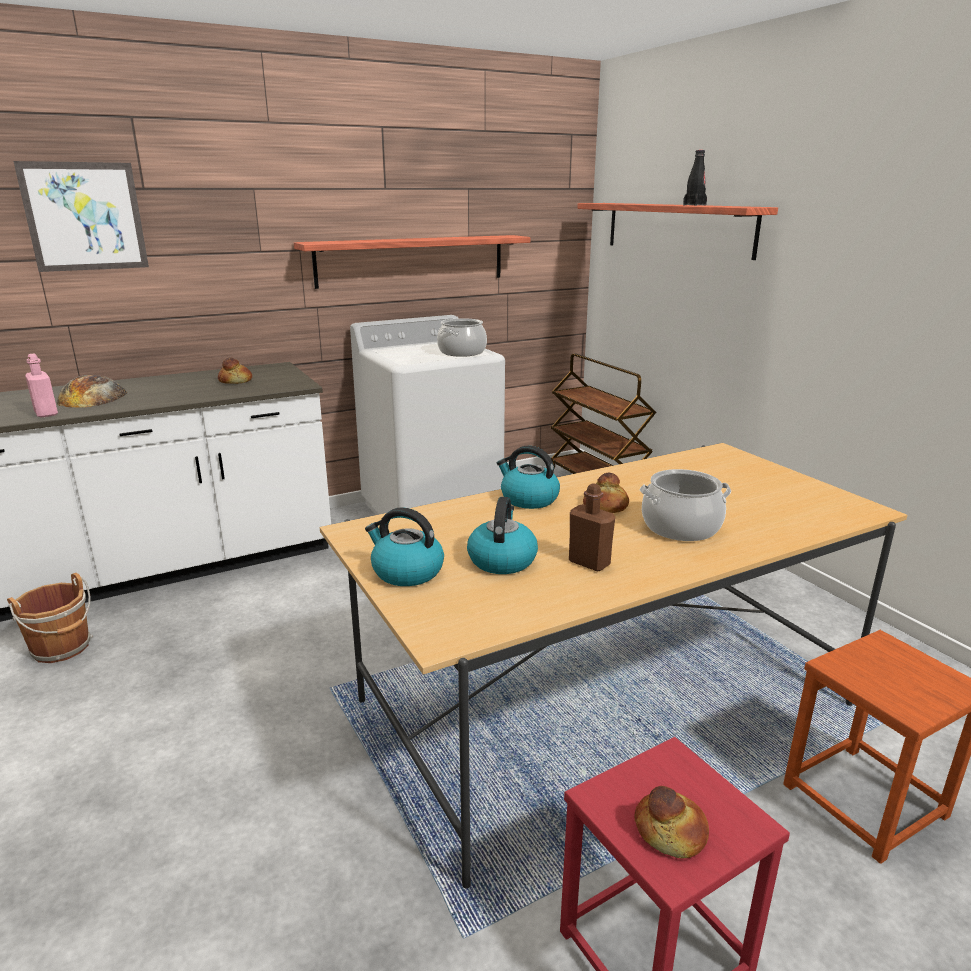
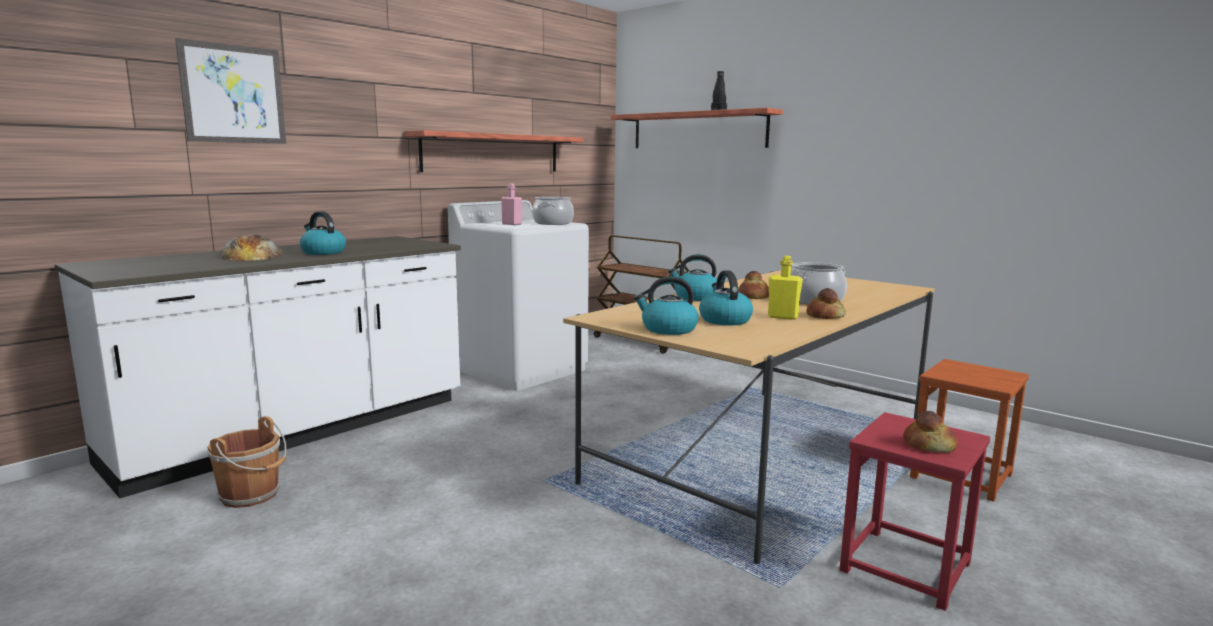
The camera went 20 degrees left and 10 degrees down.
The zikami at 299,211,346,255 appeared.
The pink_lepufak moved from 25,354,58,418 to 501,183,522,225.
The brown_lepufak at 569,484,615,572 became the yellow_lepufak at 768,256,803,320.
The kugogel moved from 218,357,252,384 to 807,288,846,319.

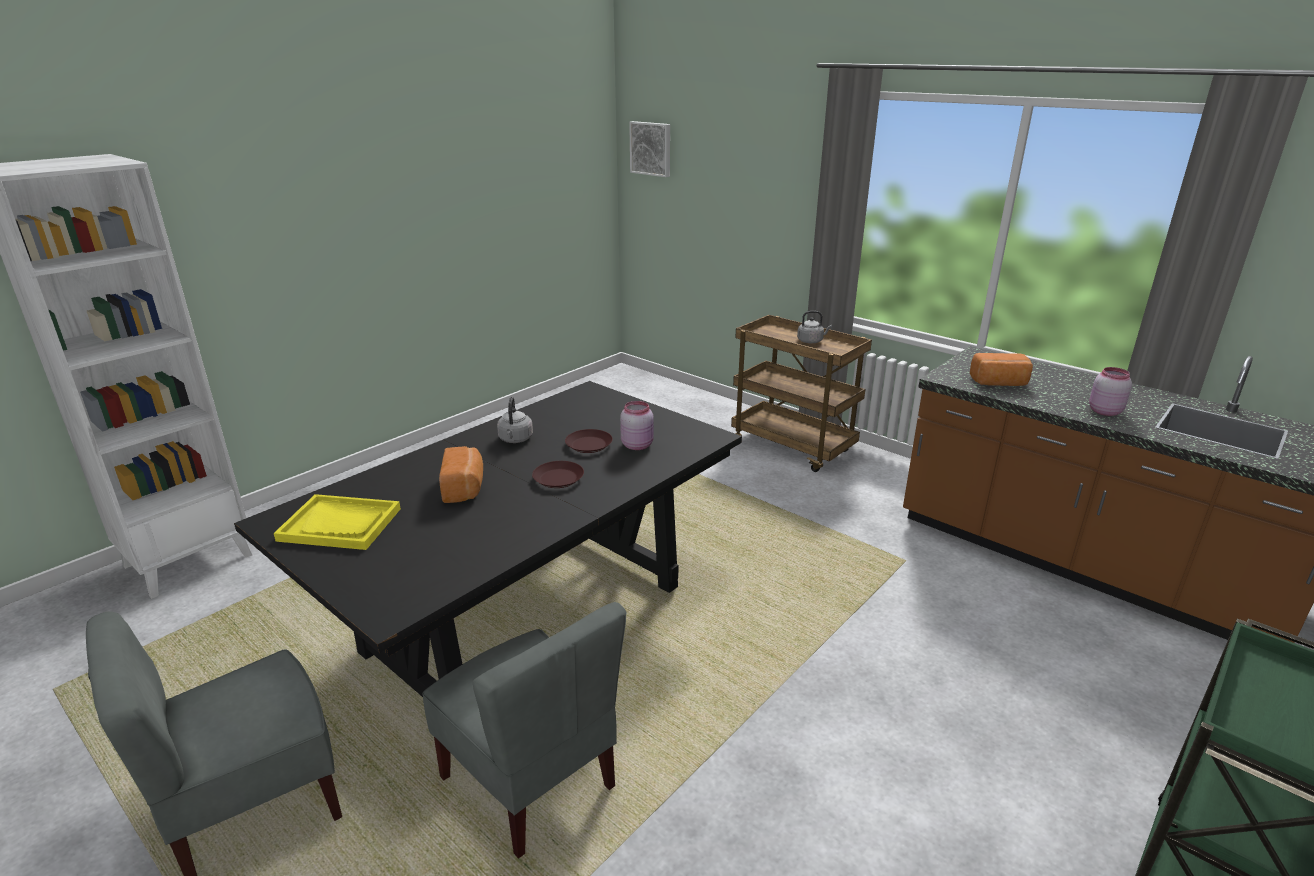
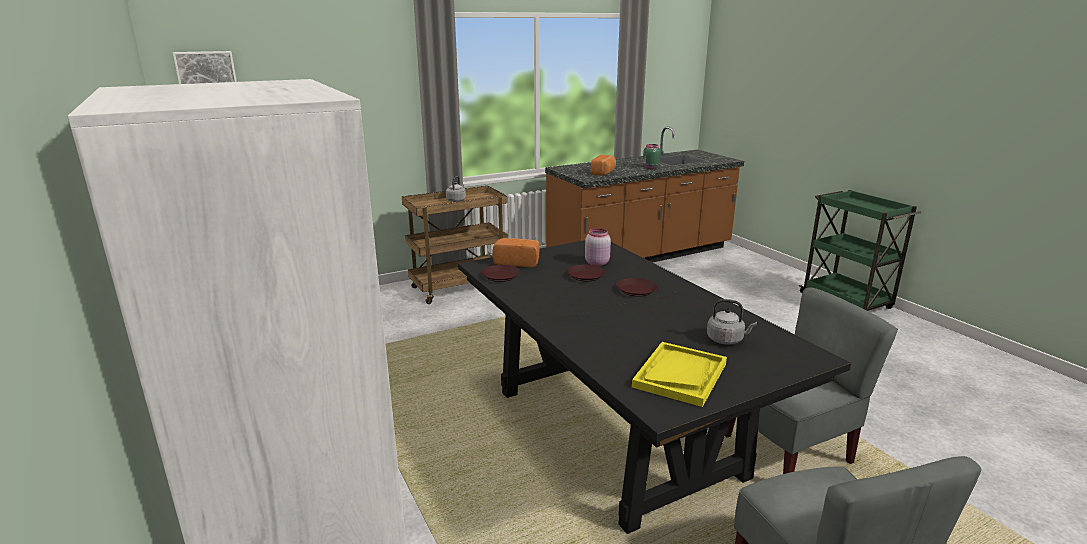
The camera went 70 degrees left and 5 degrees down.
The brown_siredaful at 482,265,520,282 appeared.
The kugogel moved from 439,446,483,503 to 493,238,539,267.
The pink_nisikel at 1089,367,1132,416 became the green_nisikel at 643,144,661,169.
The grey_zikami moved from 497,397,533,443 to 707,299,757,345.

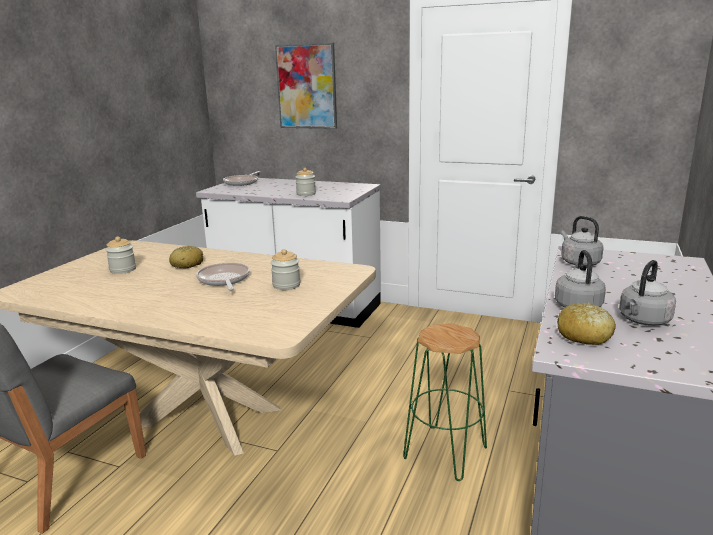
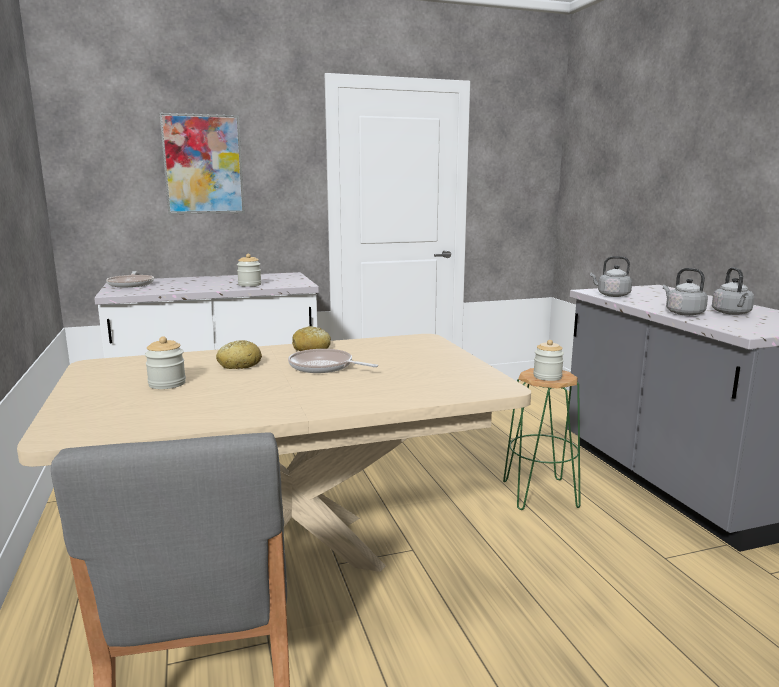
The camera went 40 degrees left and 5 degrees down.
The kugogel moved from 557,302,616,345 to 292,326,331,351.
The nisikel moved from 271,249,300,290 to 533,340,564,381.

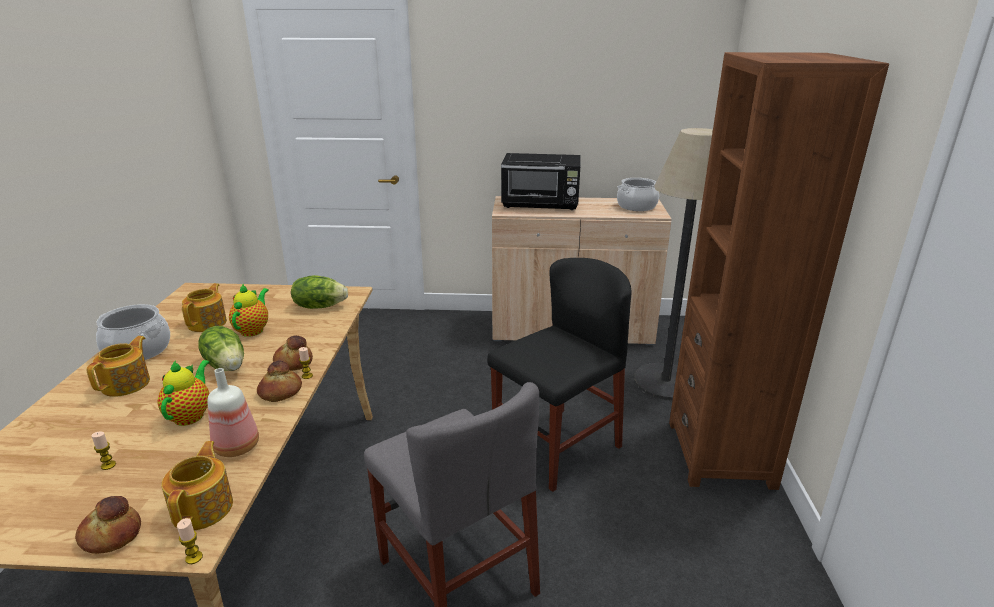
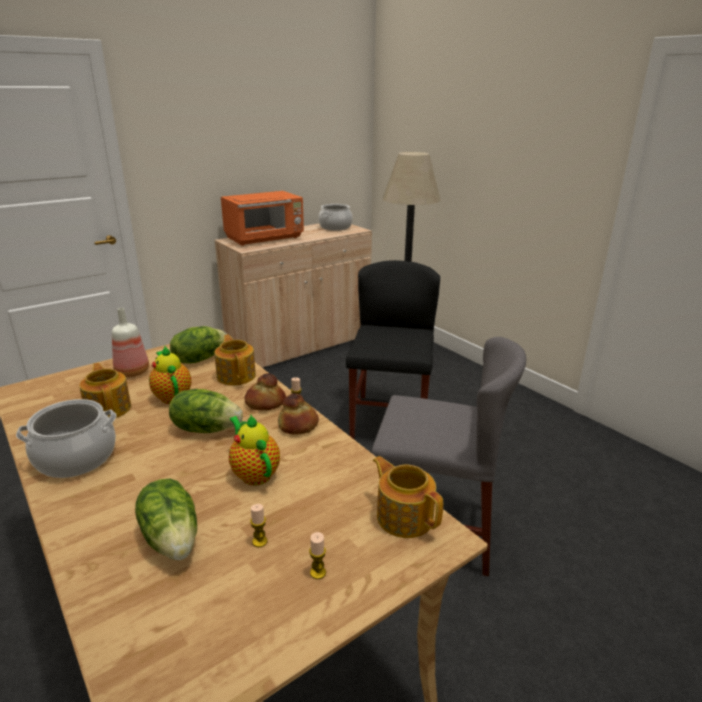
The camera went 40 degrees left and 0 degrees up.
The lepufak moved from 207,368,259,457 to 112,308,149,377.
The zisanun at 135,479,197,560 appeared.
The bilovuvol moved from 86,336,150,397 to 214,334,256,385.
The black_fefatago at 501,153,581,210 became the orange_fefatago at 221,191,304,246.
The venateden moved from 177,518,203,564 to 309,532,326,579.
The kugogel at 75,496,141,554 disappeared.
The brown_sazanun at 669,52,889,490 disappeared.

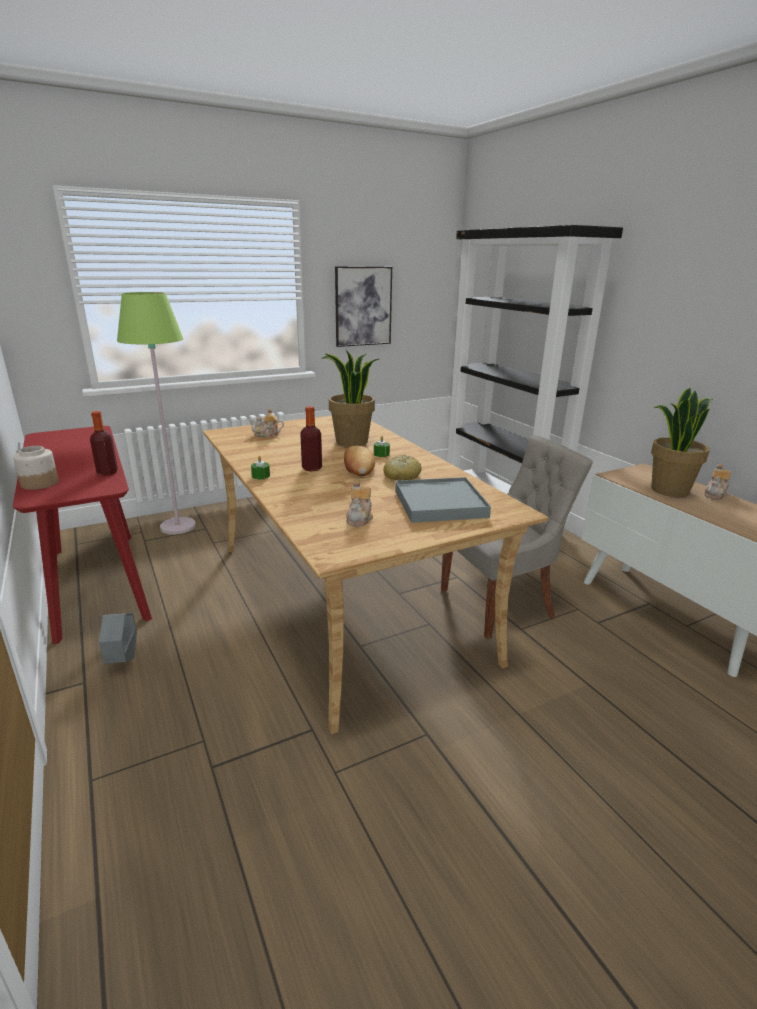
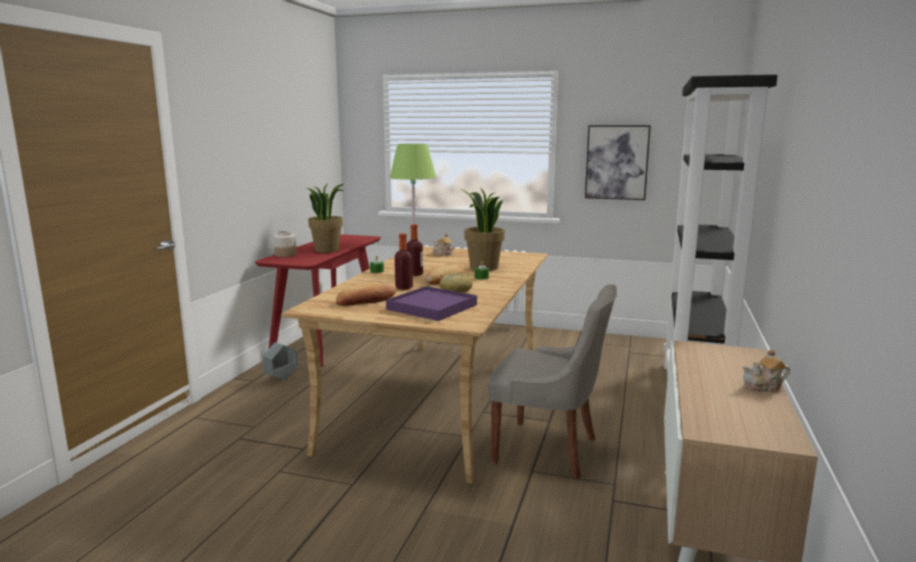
The camera went 45 degrees right and 10 degrees down.
The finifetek moved from 651,388,713,497 to 306,183,344,253.
The bilovuvol at 346,480,373,526 was replaced by the kugogel at 336,282,396,306.
The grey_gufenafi at 395,477,491,523 became the purple_gufenafi at 386,286,477,321.
The lepufak moved from 90,411,118,476 to 395,233,413,290.

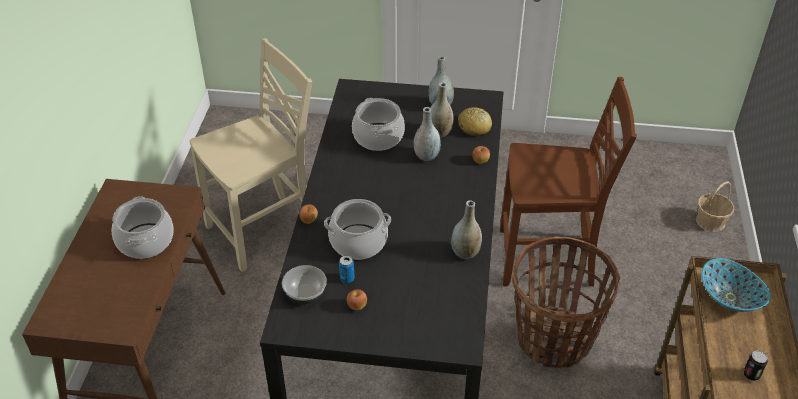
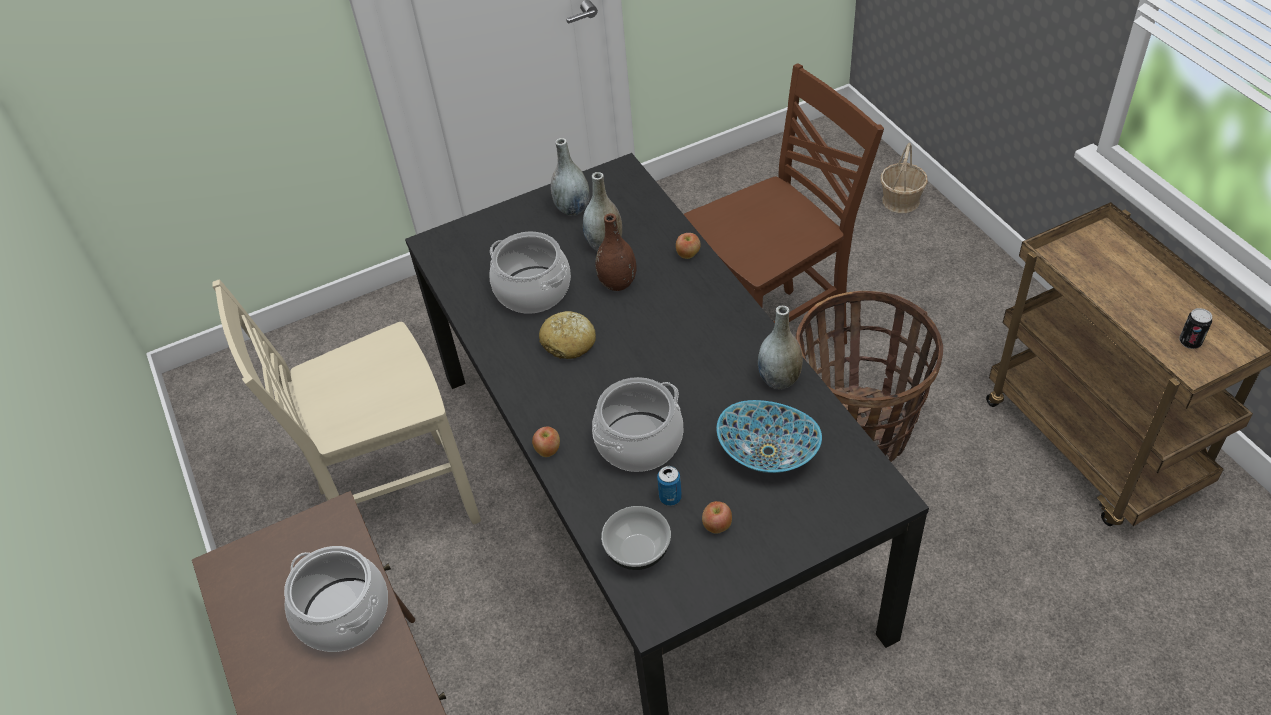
The camera went 30 degrees left and 5 degrees up.
The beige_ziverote at 190,38,312,272 turned 135 degrees counterclockwise.
The kugogel moved from 458,107,492,136 to 539,311,596,359.
The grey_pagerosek at 414,107,441,161 became the brown_pagerosek at 595,213,637,291.
The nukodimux moved from 701,258,771,312 to 716,400,822,473.

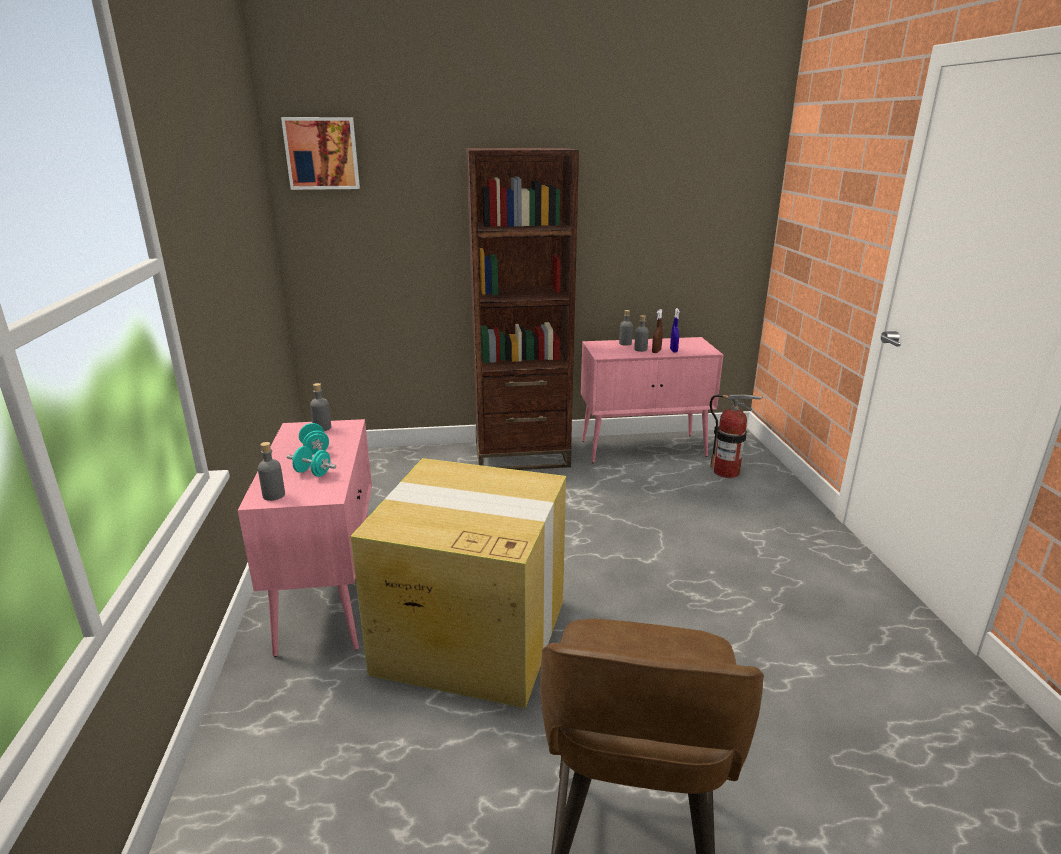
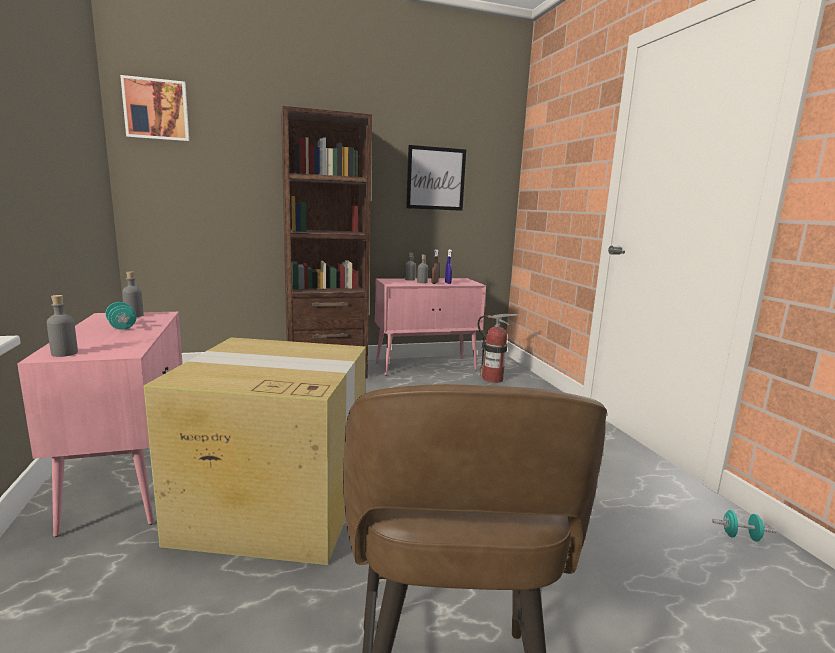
The camera went 10 degrees left and 10 degrees down.
The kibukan at 406,145,466,211 appeared.
The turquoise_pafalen moved from 287,446,336,477 to 712,510,776,542.

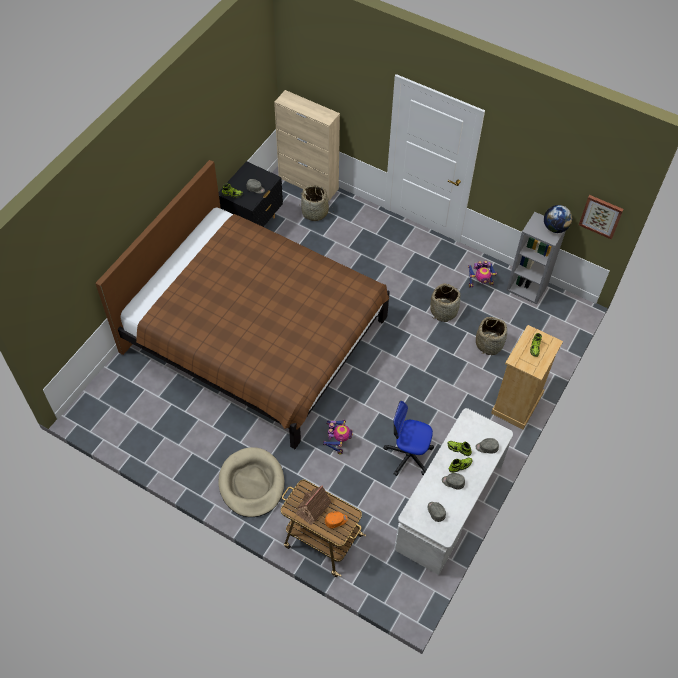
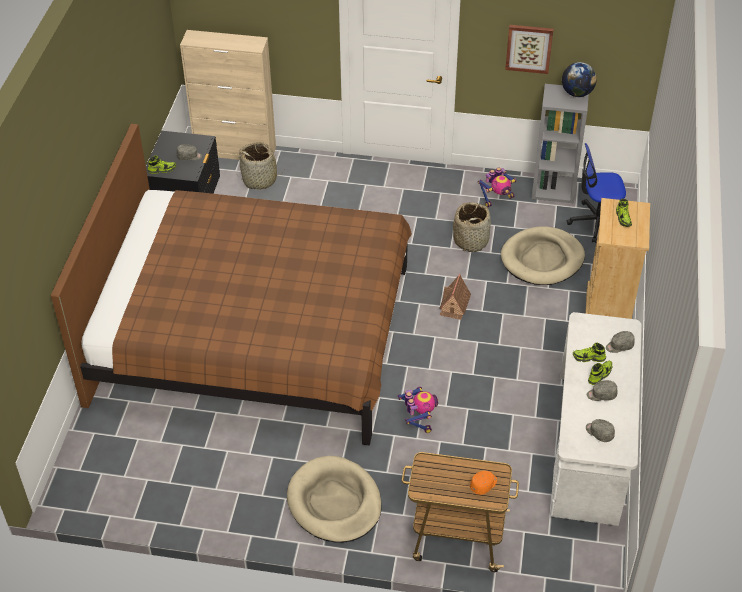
The camera went 20 degrees left and 10 degrees down.
The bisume moved from 295,485,332,525 to 439,273,471,320.
The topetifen at 476,317,507,355 was replaced by the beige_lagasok at 501,226,585,285.
The kibukan moved from 579,195,624,239 to 505,25,553,74.
The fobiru moved from 383,401,434,476 to 567,143,626,243.

